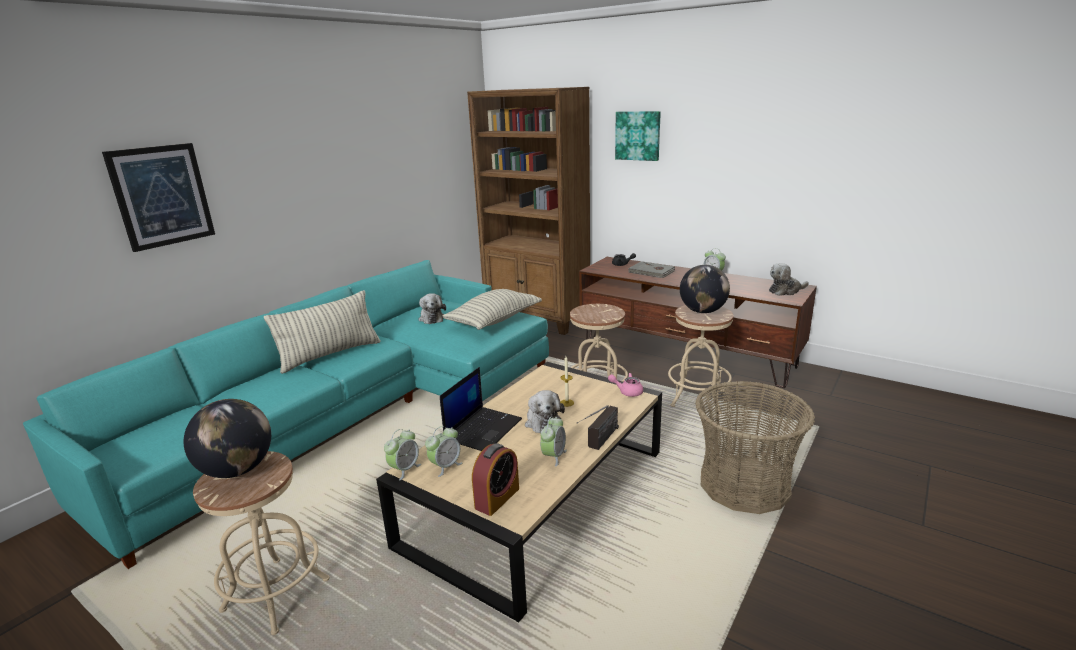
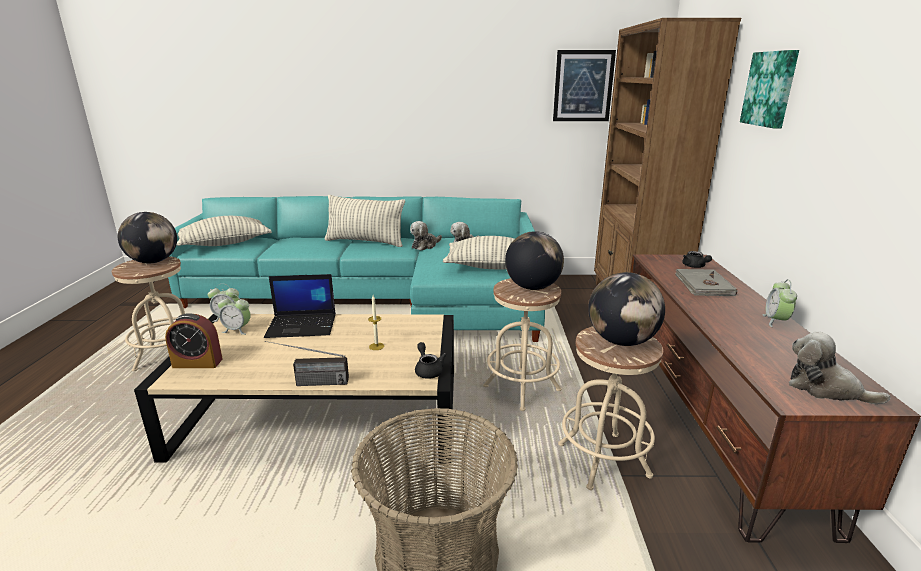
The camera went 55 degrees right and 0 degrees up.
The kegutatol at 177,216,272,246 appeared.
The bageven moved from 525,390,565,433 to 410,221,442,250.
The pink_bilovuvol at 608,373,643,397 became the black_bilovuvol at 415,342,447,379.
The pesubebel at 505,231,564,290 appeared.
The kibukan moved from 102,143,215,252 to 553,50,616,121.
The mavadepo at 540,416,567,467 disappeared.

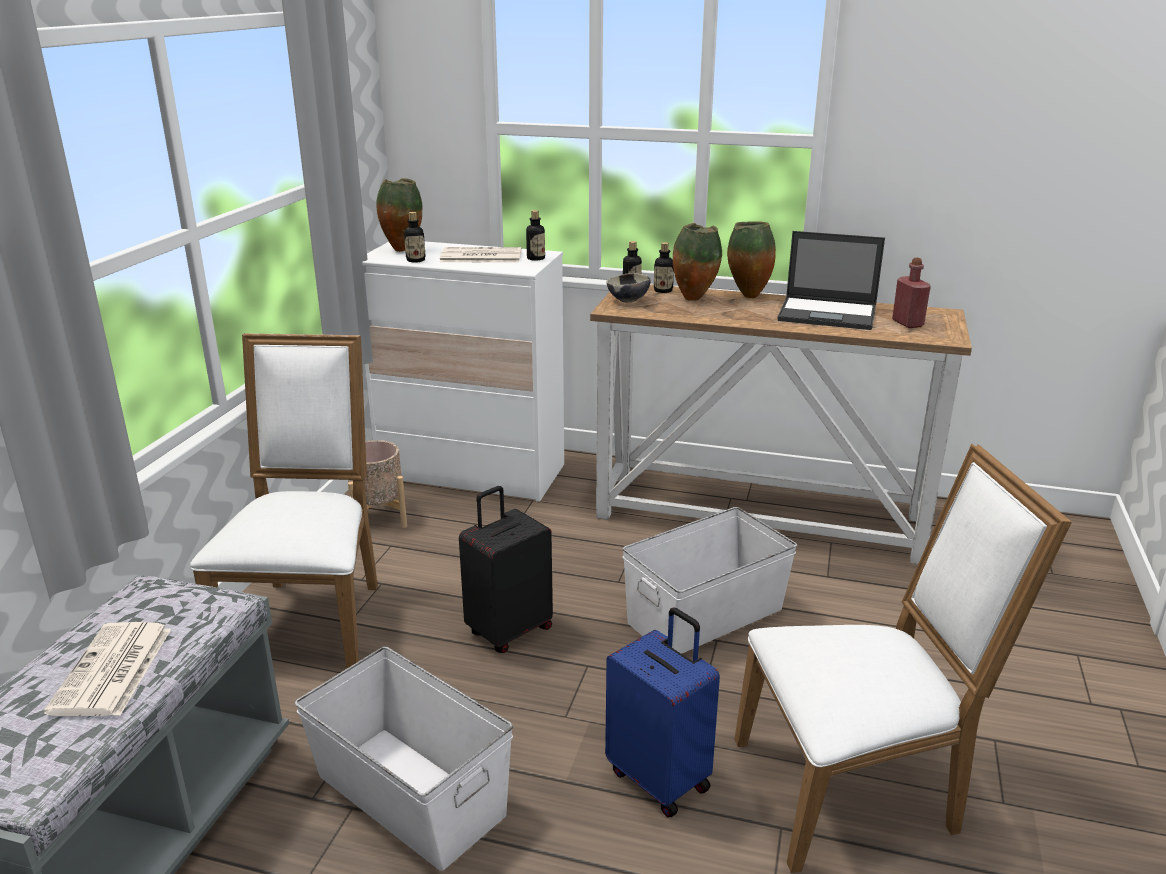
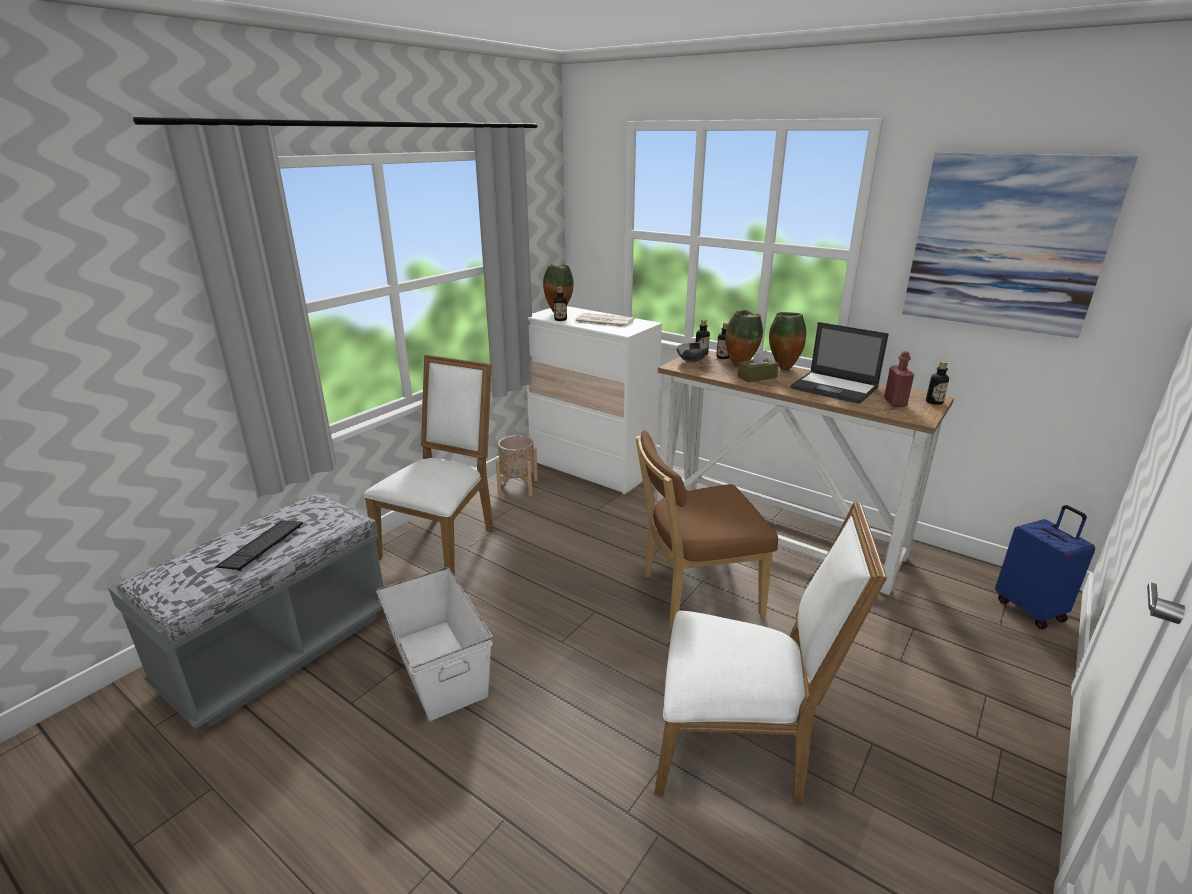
The camera went 20 degrees right and 0 degrees up.
The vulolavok at 44,622,171,716 was replaced by the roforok at 215,521,303,571.
The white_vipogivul at 623,507,797,654 was replaced by the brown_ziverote at 636,430,778,629.
The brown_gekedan at 737,349,779,382 appeared.
The kibukan at 902,153,1138,338 appeared.
The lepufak moved from 526,210,545,261 to 926,361,949,405.
The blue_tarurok moved from 605,607,720,818 to 995,505,1095,629.
The black_tarurok at 459,486,553,653 disappeared.

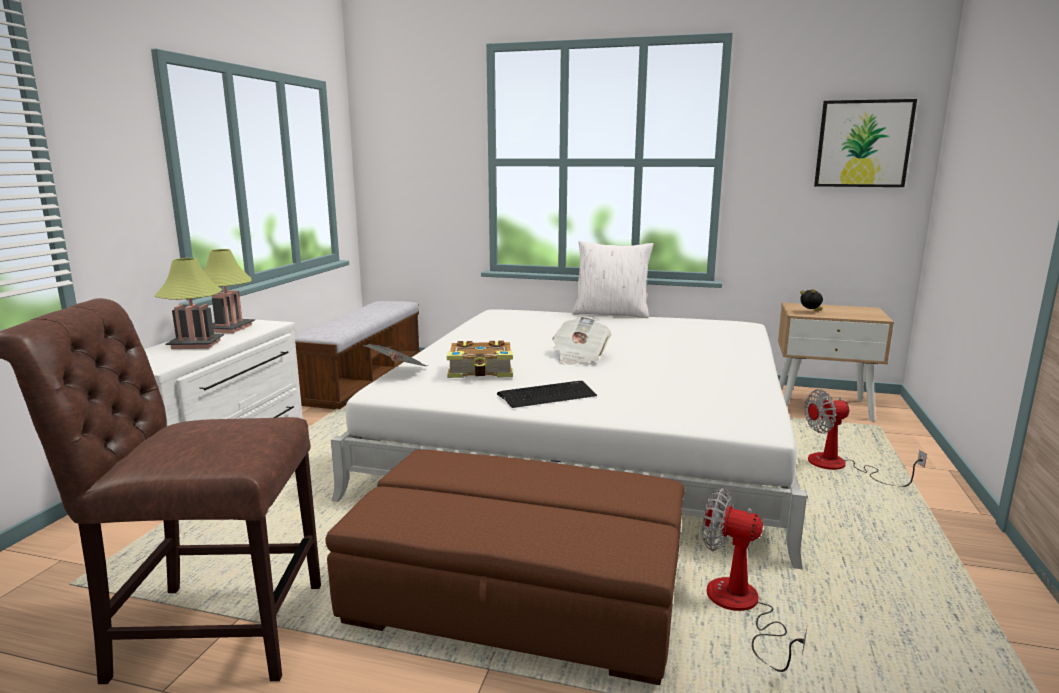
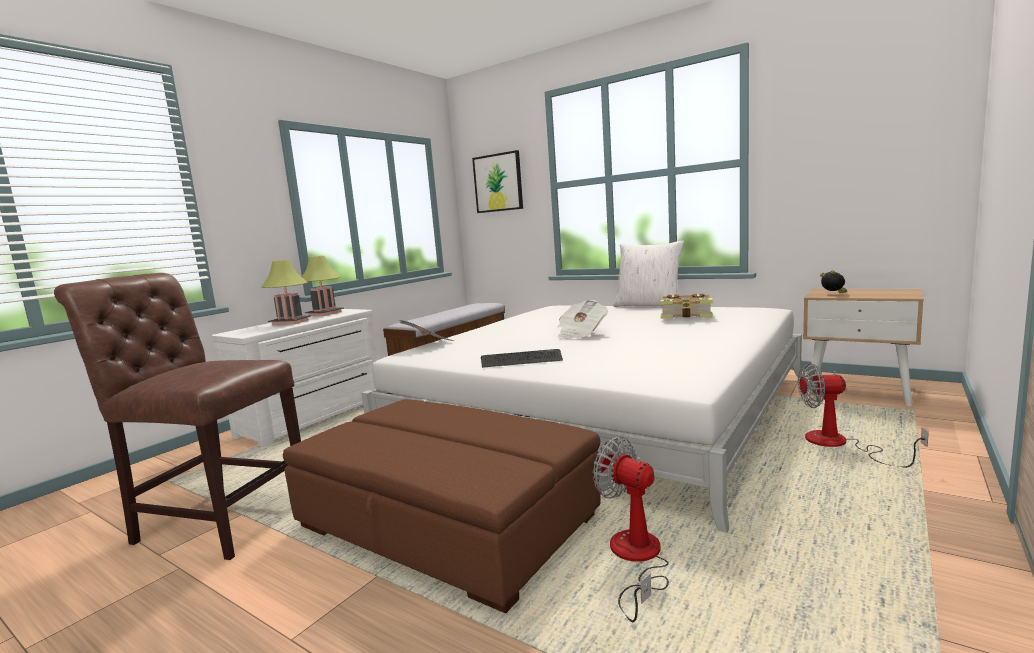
The camera went 20 degrees right and 5 degrees down.
The kibukan moved from 814,99,917,187 to 472,150,523,213.
The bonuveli moved from 447,341,513,378 to 660,294,713,319.

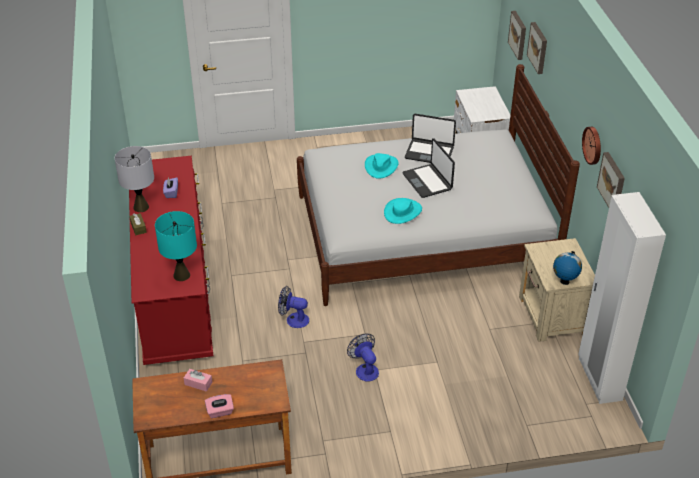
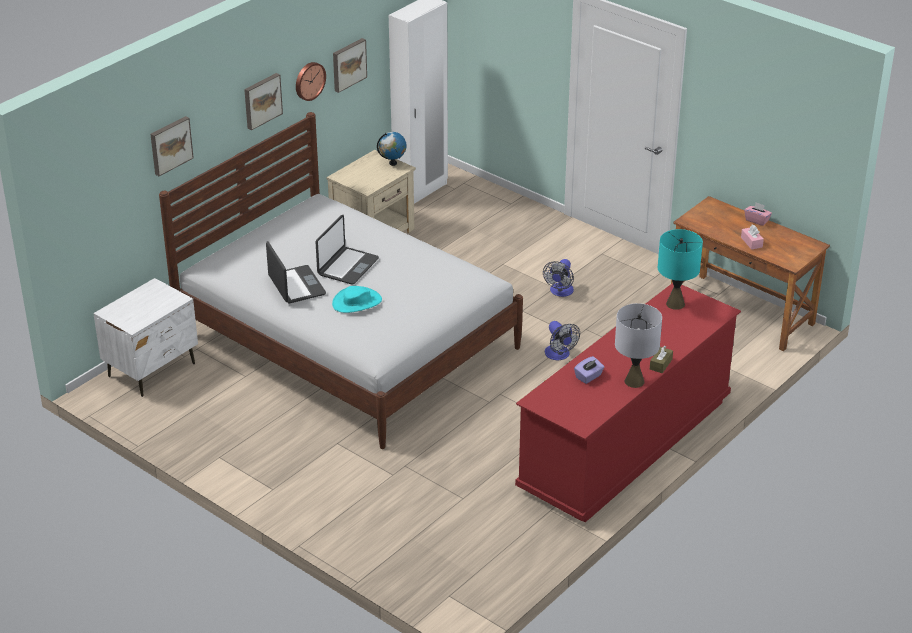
The camera went 130 degrees left and 5 degrees down.
The kibukan moved from 508,11,526,60 to 244,73,283,130.
The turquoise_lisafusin at 384,198,422,224 disappeared.

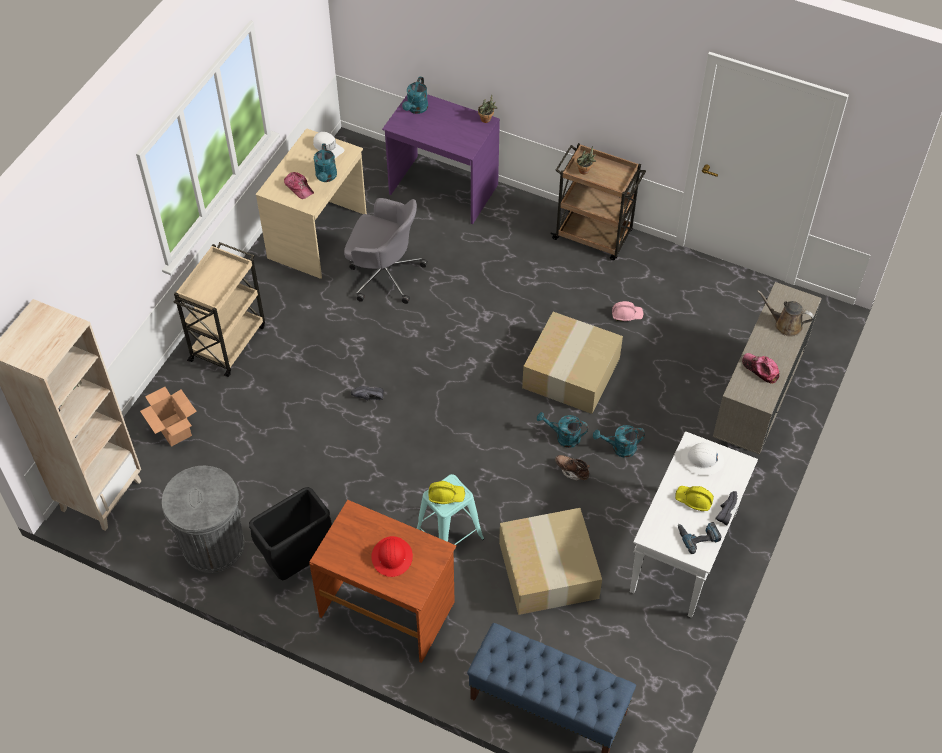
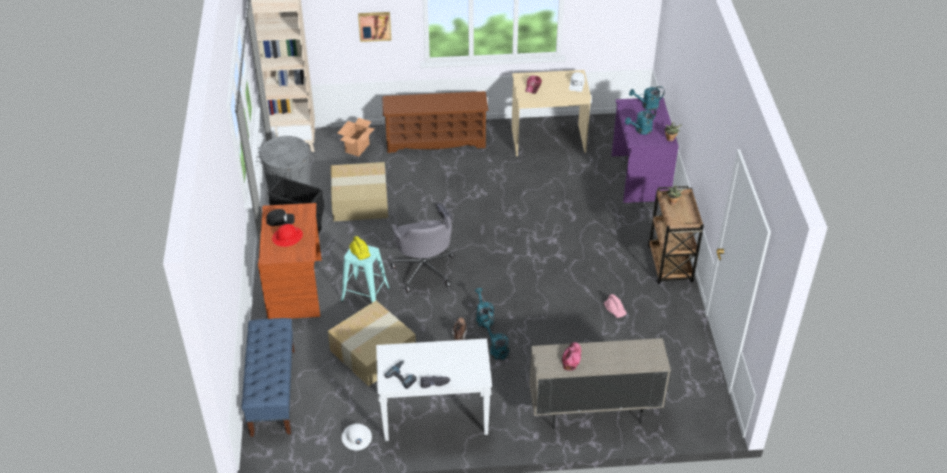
The camera went 60 degrees right and 10 degrees down.
The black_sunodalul at 266,209,295,226 appeared.
The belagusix moved from 522,312,623,414 to 331,162,388,222.
The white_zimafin moved from 681,442,724,475 to 342,423,372,451.
The kibukan at 358,12,391,42 appeared.
The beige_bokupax at 173,242,265,377 was replaced by the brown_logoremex at 382,91,488,153.
The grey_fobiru moved from 344,198,428,304 to 391,216,455,293.
The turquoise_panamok moved from 314,144,337,182 to 625,108,656,135.
The yellow_zimafin at 675,486,714,511 disappeared.
The brown_panamok at 757,290,814,337 disappeared.

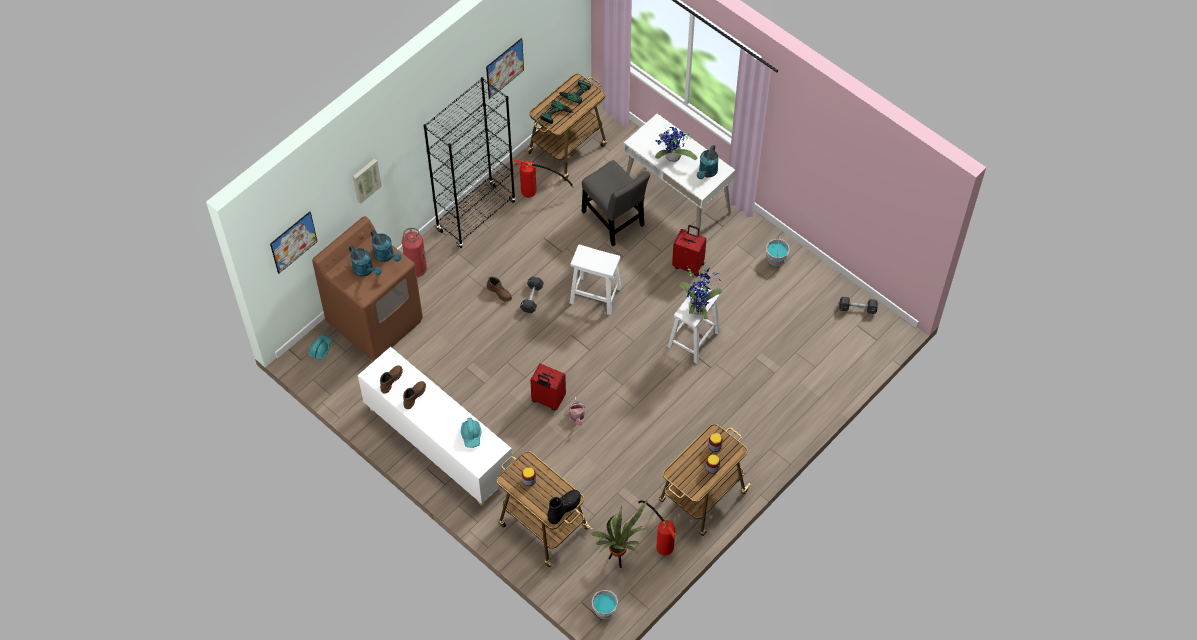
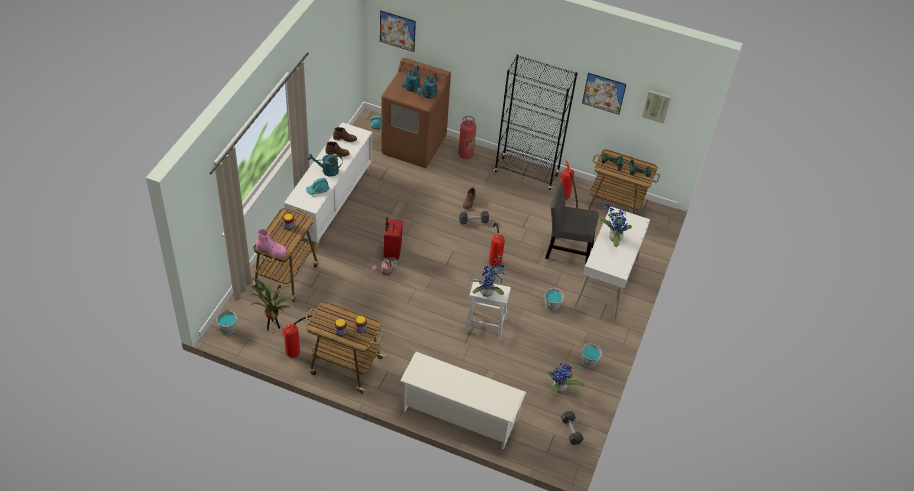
The camera went 65 degrees right and 10 degrees down.
The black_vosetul at 547,490,581,524 became the pink_vosetul at 256,229,287,258.
The turquoise_panamok moved from 697,145,719,179 to 307,153,343,177.
The white_logoremex at 400,352,526,449 appeared.
The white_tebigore at 570,244,621,315 was replaced by the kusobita at 489,223,505,267.
The red_tarurok at 672,225,706,276 was replaced by the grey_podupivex at 544,285,564,311.
The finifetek at 544,363,584,394 appeared.
The grey_ziverote at 582,160,650,246 turned 75 degrees clockwise.
The kibukan moved from 353,158,382,204 to 642,90,671,123.

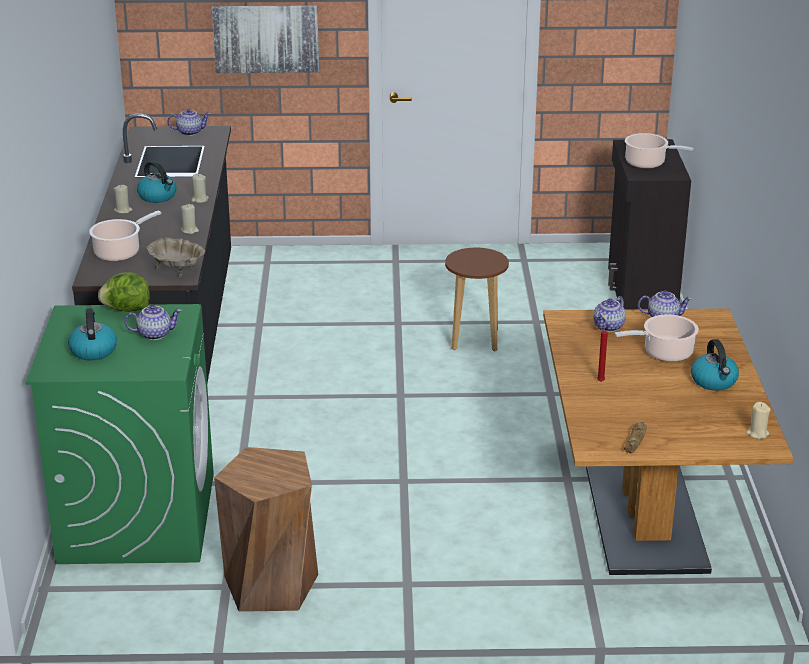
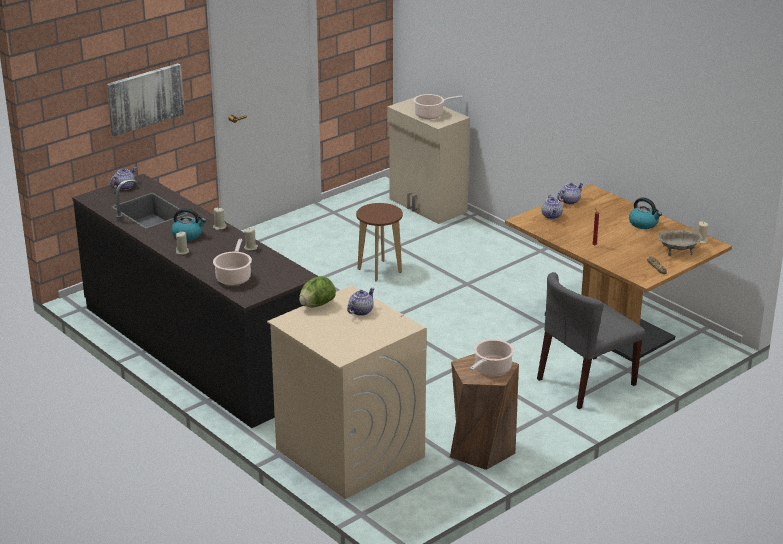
The camera went 40 degrees left and 0 degrees up.
The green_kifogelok at 25,304,214,564 became the beige_kifogelok at 267,285,427,499.
The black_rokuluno at 608,139,691,309 became the beige_rokuluno at 387,97,470,224.
The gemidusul moved from 614,314,699,362 to 470,339,514,376.
The grey_ziverote at 537,272,646,409 appeared.
The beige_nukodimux moved from 146,237,205,278 to 657,230,703,256.
The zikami at 68,308,117,360 disappeared.

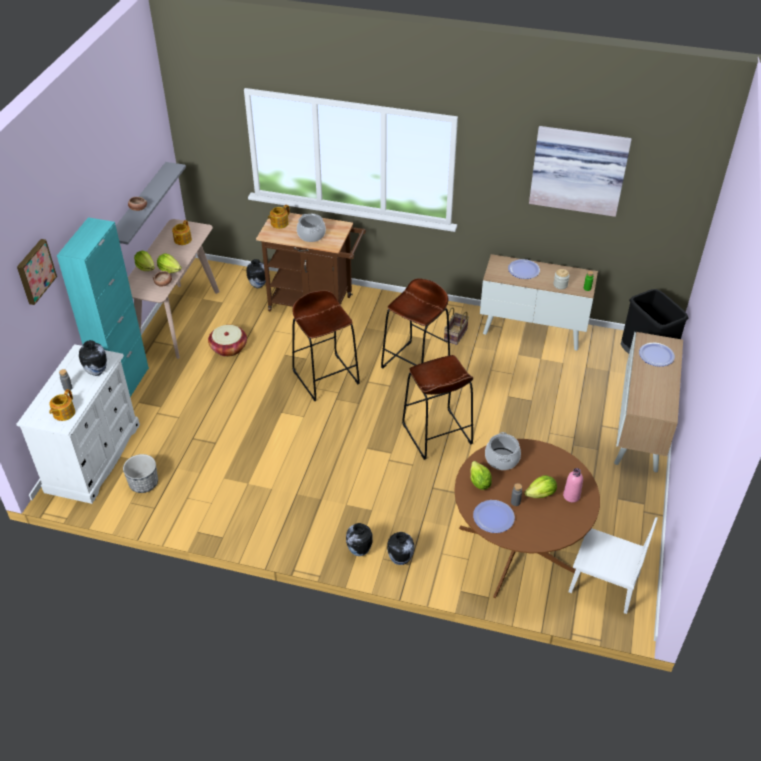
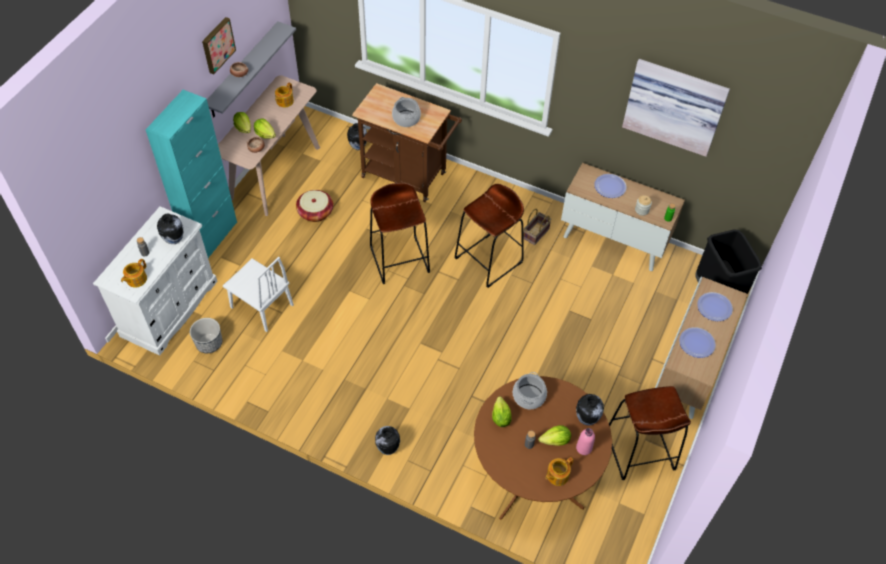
The camera went 10 degrees right and 10 degrees up.
The kibukan moved from 17,239,57,305 to 202,17,236,74.
The white_ziverote moved from 569,517,658,614 to 223,257,294,332.
The bilovuvol moved from 268,205,290,229 to 545,457,573,486.
The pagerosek moved from 387,532,414,565 to 576,394,604,426.
The brown_tebigore moved from 402,355,473,460 to 609,386,691,480.
The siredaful moved from 473,500,515,533 to 679,327,716,358.

